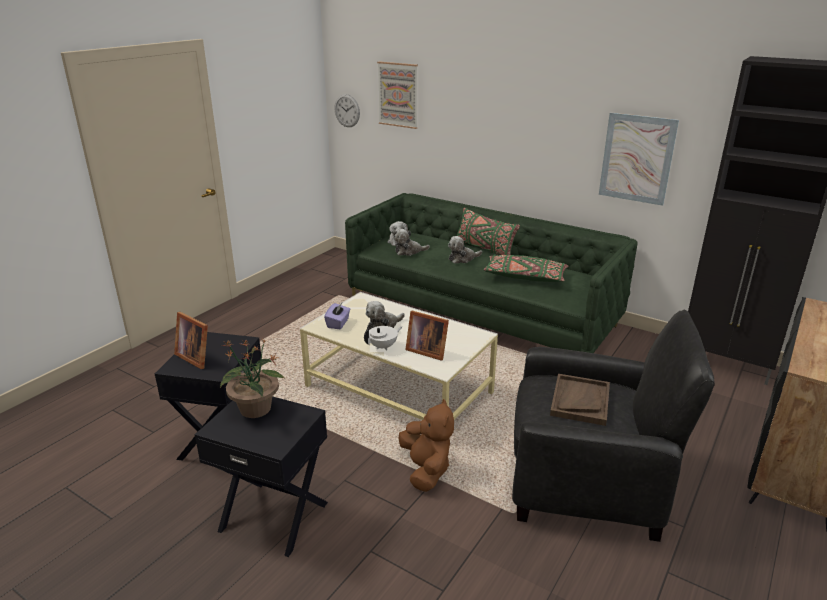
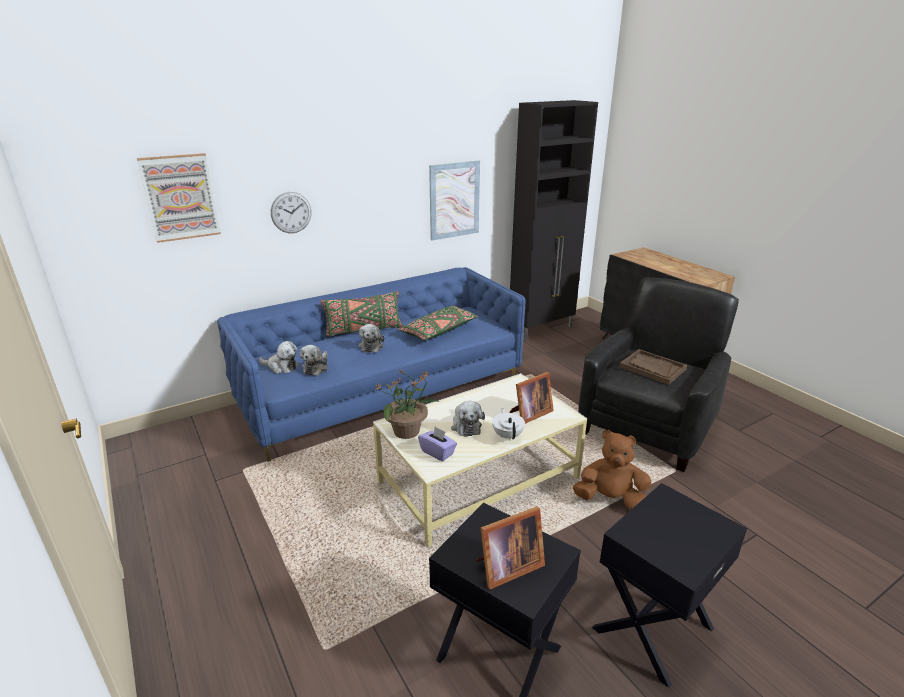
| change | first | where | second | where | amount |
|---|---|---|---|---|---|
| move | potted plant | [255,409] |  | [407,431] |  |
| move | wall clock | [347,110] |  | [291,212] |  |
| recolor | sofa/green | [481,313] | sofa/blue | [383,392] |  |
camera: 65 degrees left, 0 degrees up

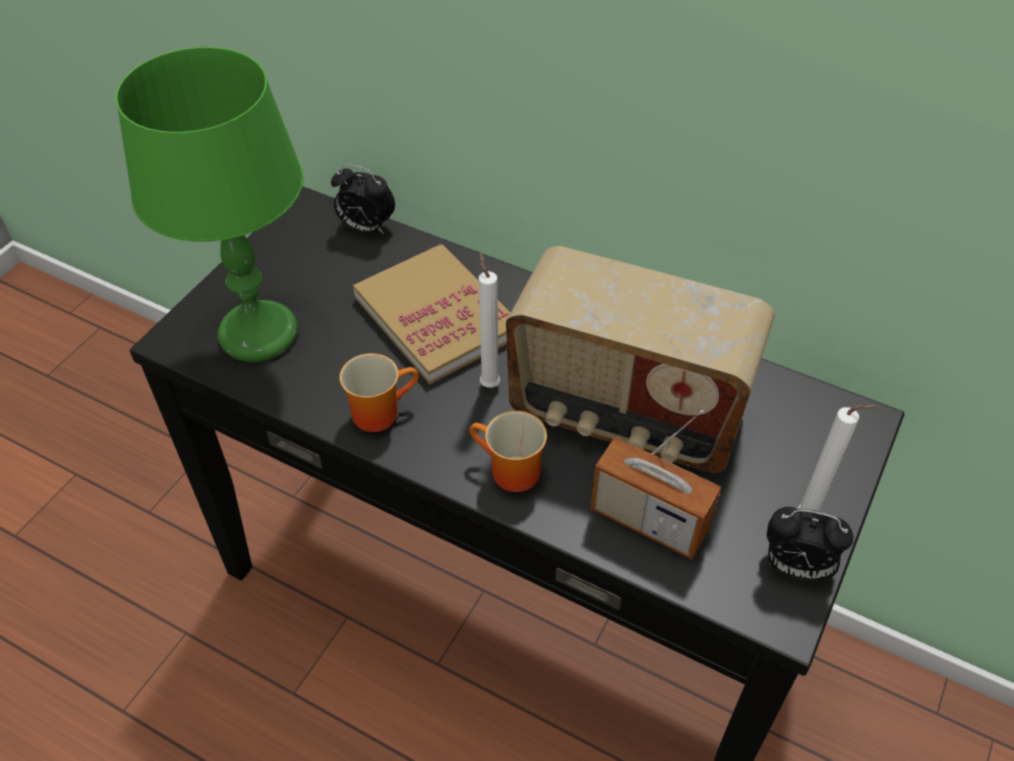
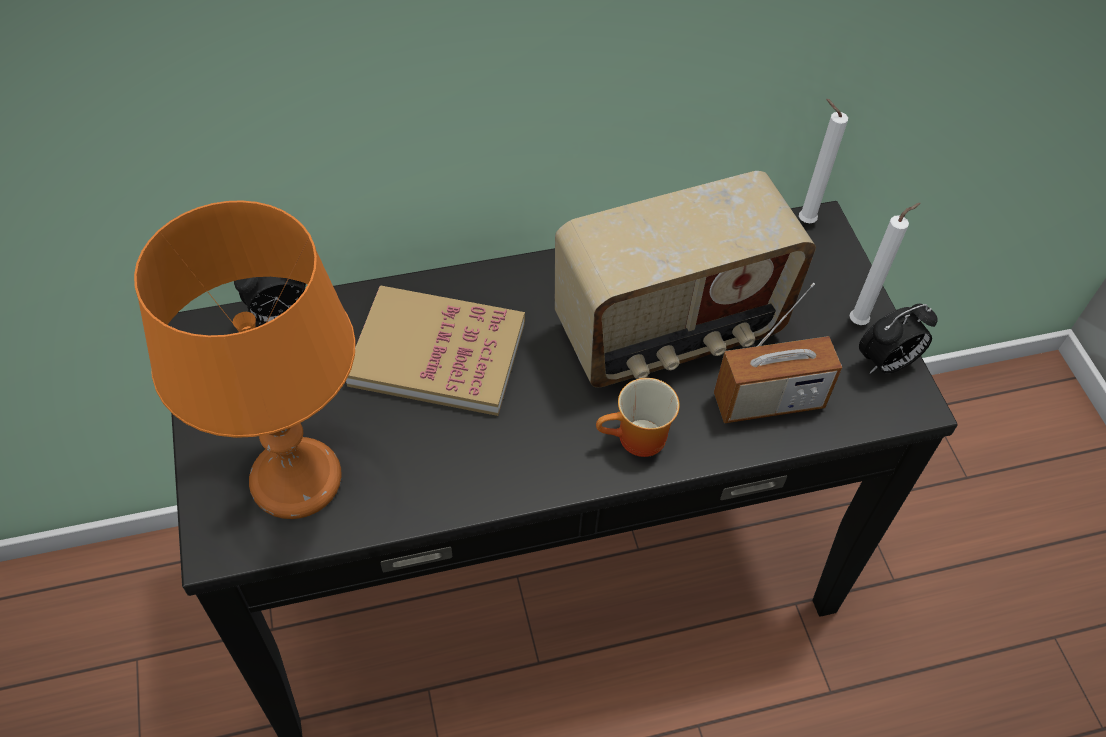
| change | first | where | second | where | amount |
|---|---|---|---|---|---|
| delete | mug | [379,410] |  |  |  |
| move | candle/white | [488,382] |  | [803,220] |  |
| recolor | table lamp/green | [257,333] | table lamp/orange | [294,480] |  |
camera: 45 degrees left, 5 degrees up

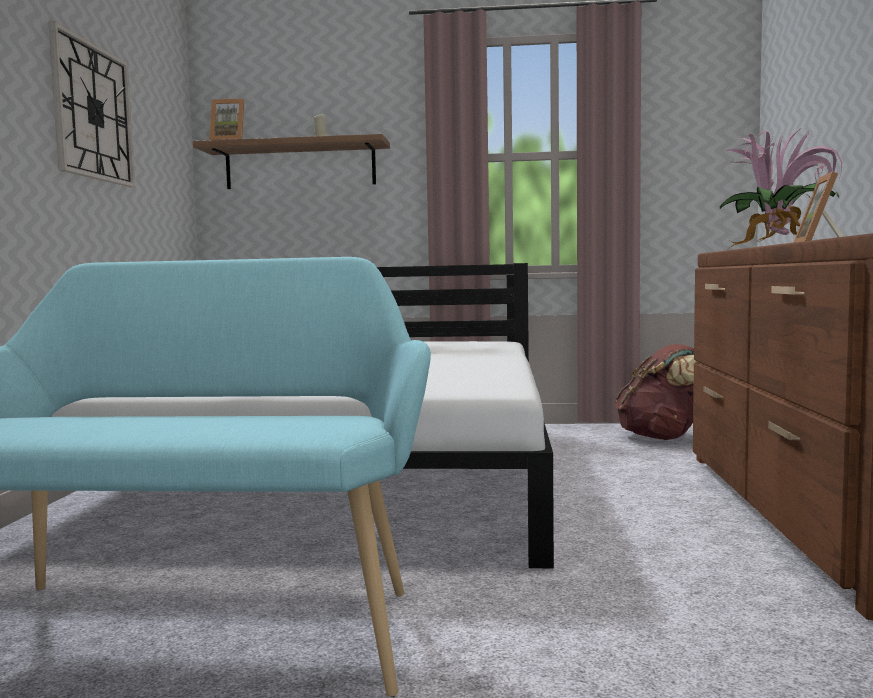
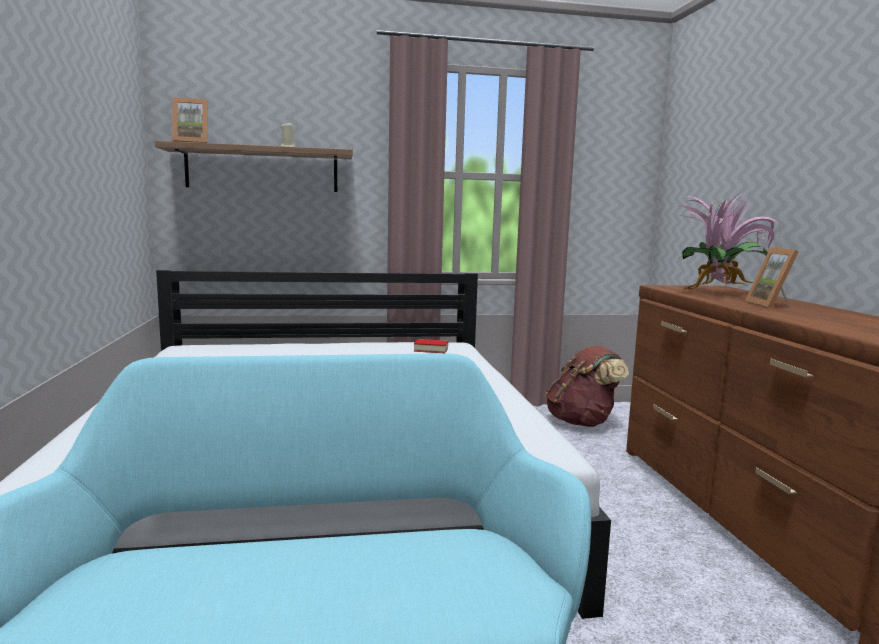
| change | first | where | second | where | amount |
|---|---|---|---|---|---|
| delete | wall clock | [93,112] |  |  |  |
| insert |  |  | book | [431,350] |  |
camera: 15 degrees left, 5 degrees up

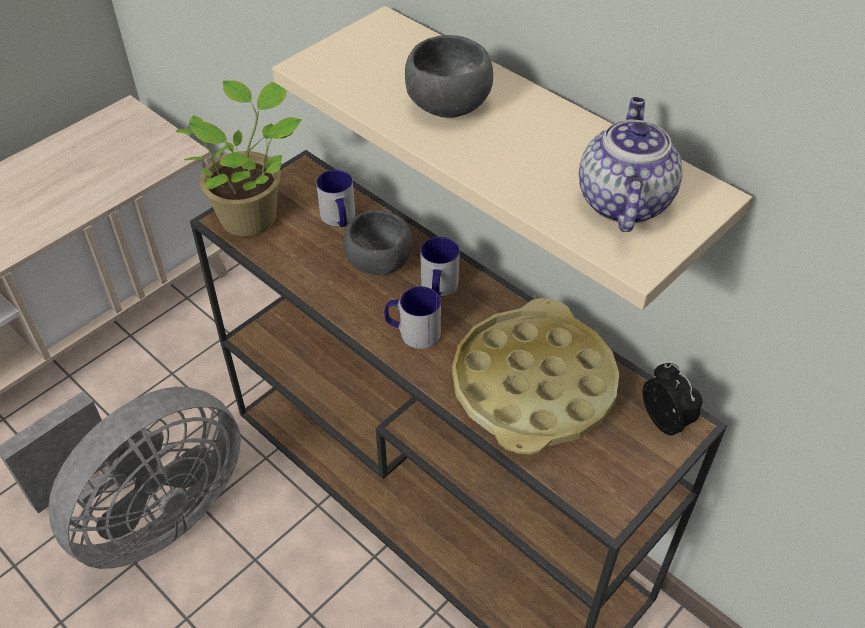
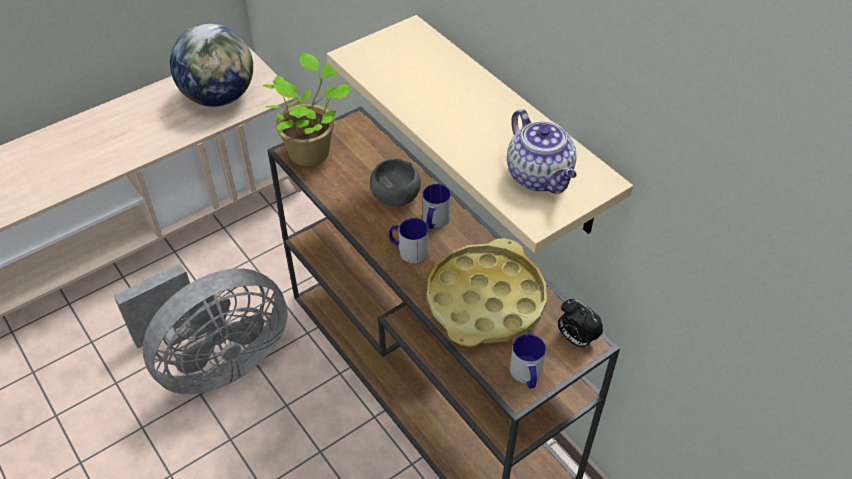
| change | first | where | second | where | amount |
|---|---|---|---|---|---|
| delete | bowl/grey | [446,104] |  |  |  |
| insert |  |  | globe | [219,97] |  |
| move | mug | [339,219] |  | [527,375] |  |
| rotate | teapot | [622,201] |  | [540,177] | 135 degrees clockwise |
| rotate | alarm clock | [666,421] |  | [575,339] | 150 degrees clockwise |
camera: 10 degrees right, 0 degrees up

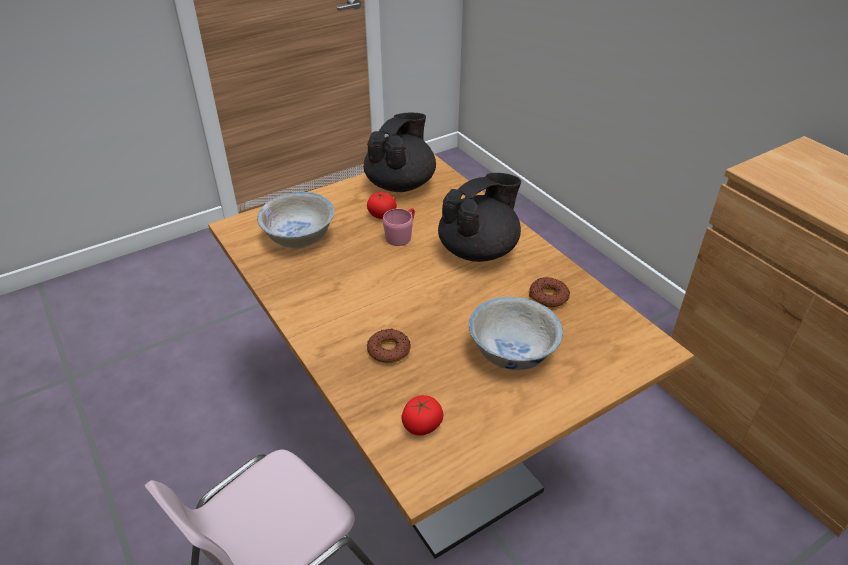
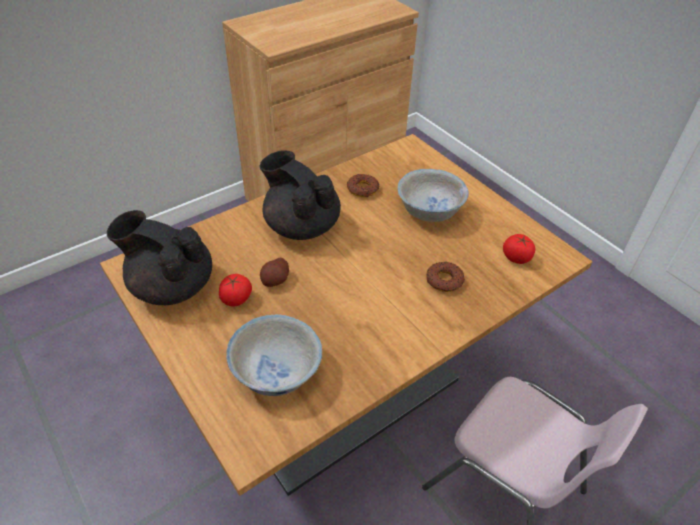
| change | first | where | second | where | amount |
|---|---|---|---|---|---|
| replace | mug/pink | [401,235] | potato | [275,280] |  |
camera: 95 degrees left, 5 degrees up

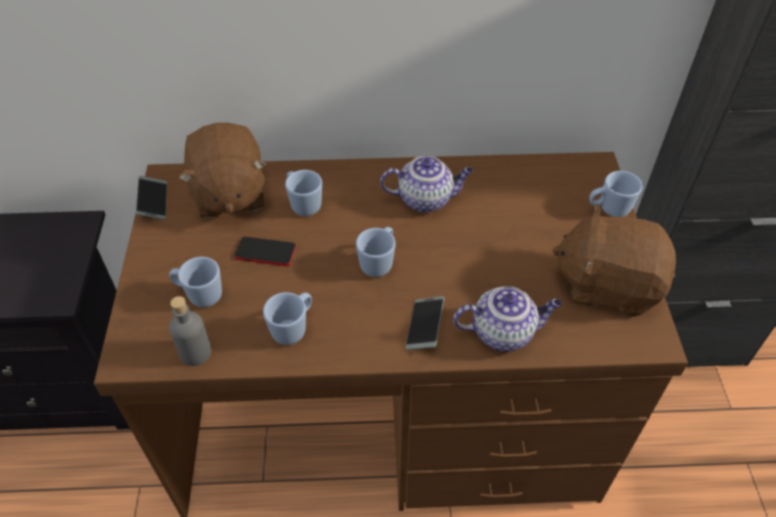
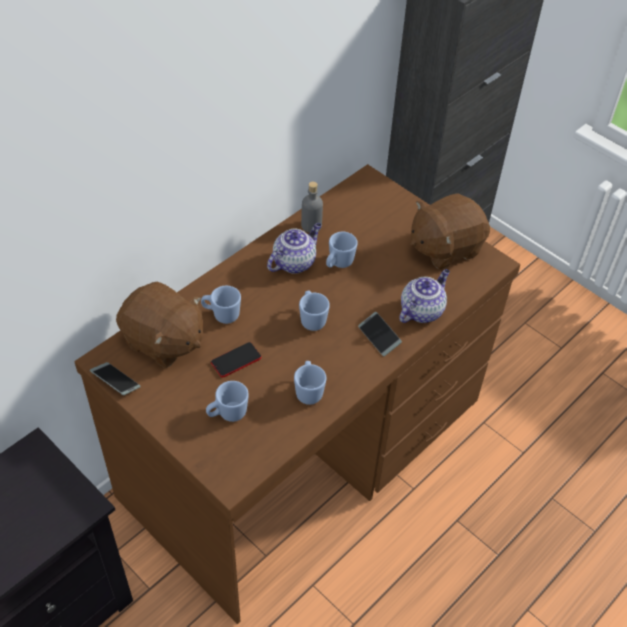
| change | first | where | second | where | amount |
|---|---|---|---|---|---|
| move | bottle/grey | [195,352] |  | [311,225] |  |
| move | mug/blue | [609,209] |  | [338,263] |  |
camera: 45 degrees left, 0 degrees up

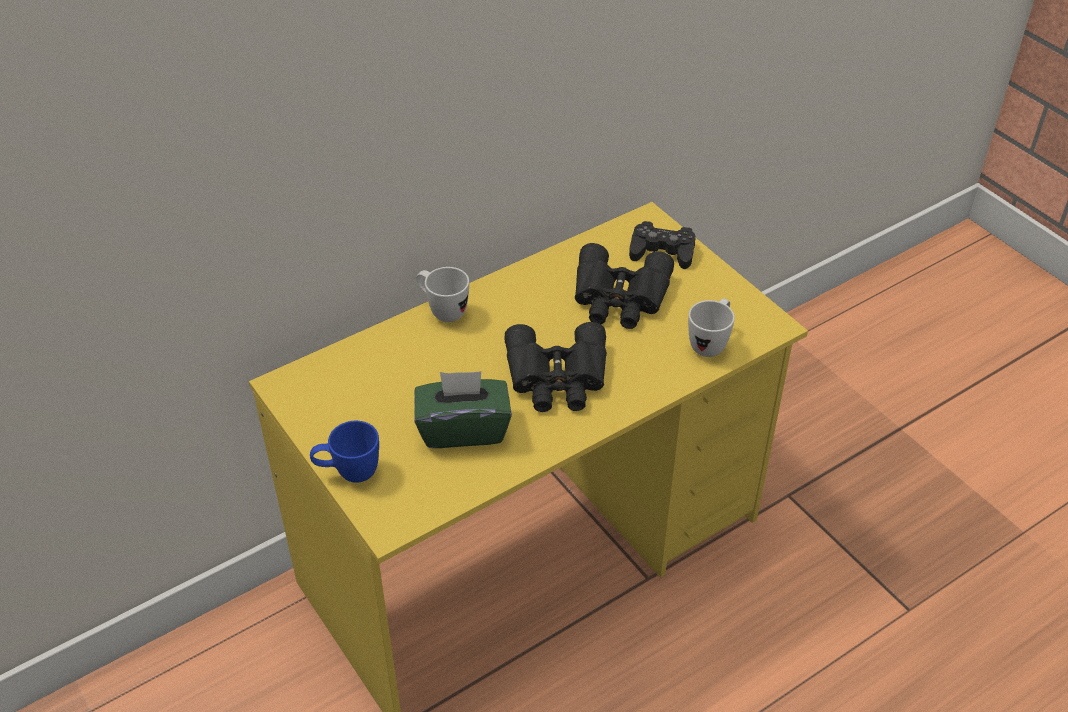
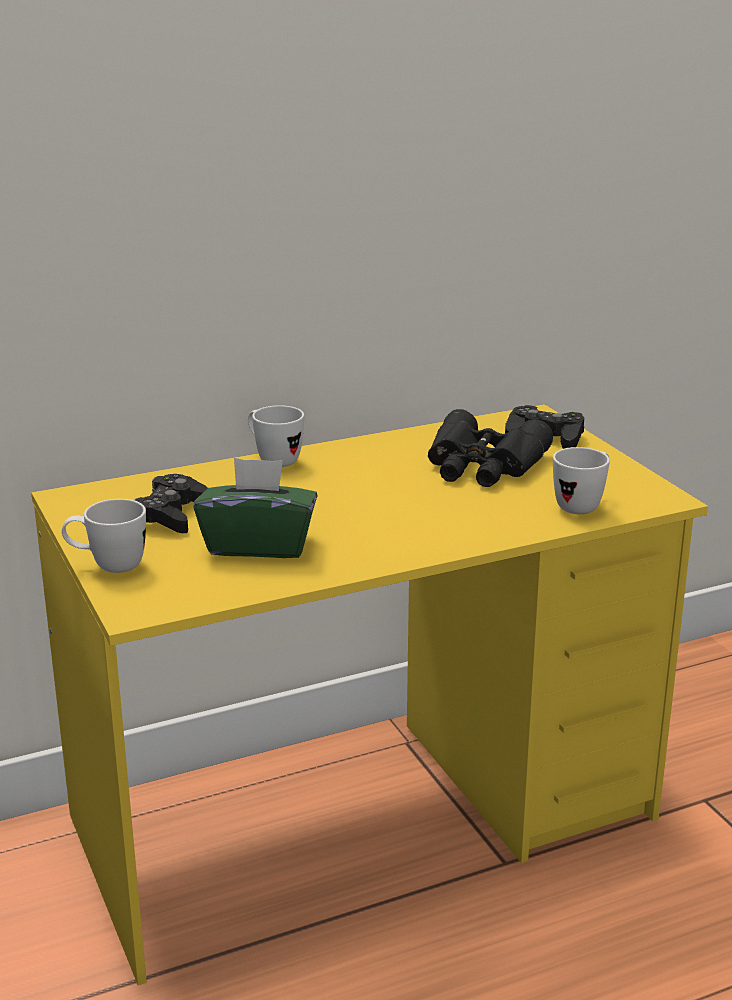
| change | first | where | second | where | amount |
|---|---|---|---|---|---|
| delete | binoculars/black | [557,378] |  |  |  |
| insert |  |  | game controller/black | [172,514] |  |
| recolor | mug/blue | [348,473] | mug/white | [107,566] |  |
camera: 10 degrees right, 20 degrees down

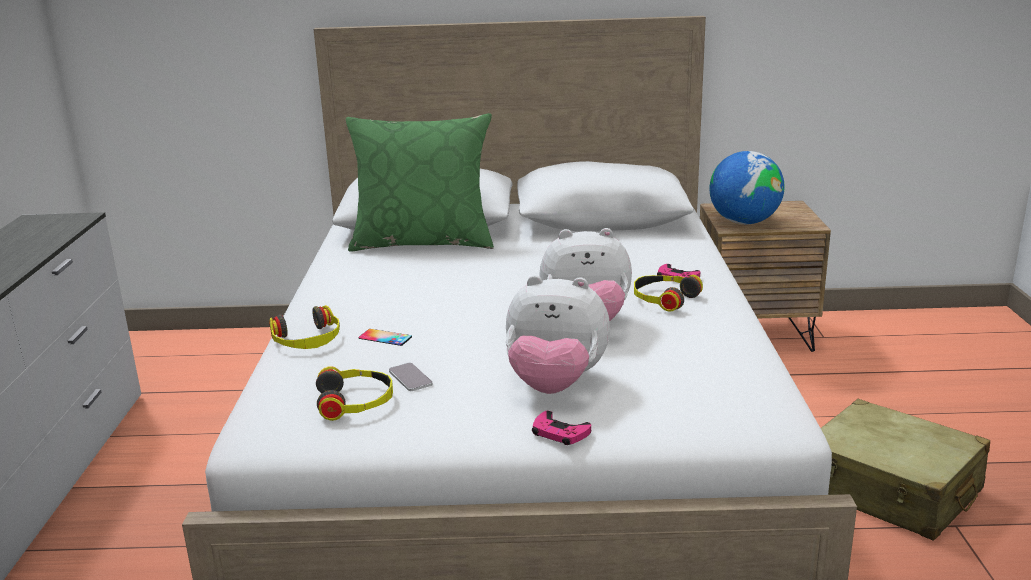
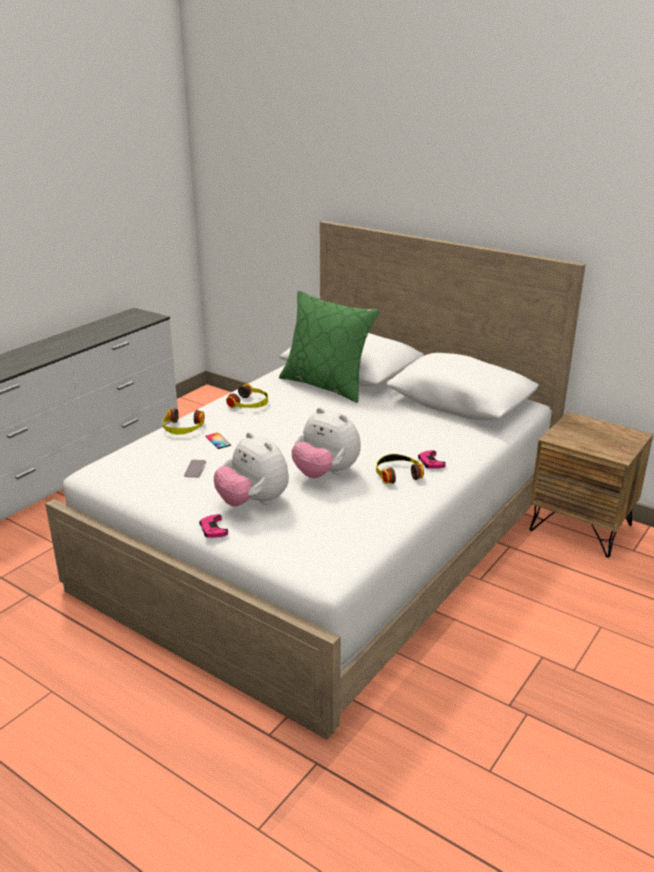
| change | first | where | second | where | amount |
|---|---|---|---|---|---|
| delete | globe | [744,222] |  |  |  |
| delete | suitcase/beige | [890,490] |  |  |  |
| move | headphones | [356,402] |  | [249,404] |  |
camera: 35 degrees right, 5 degrees up

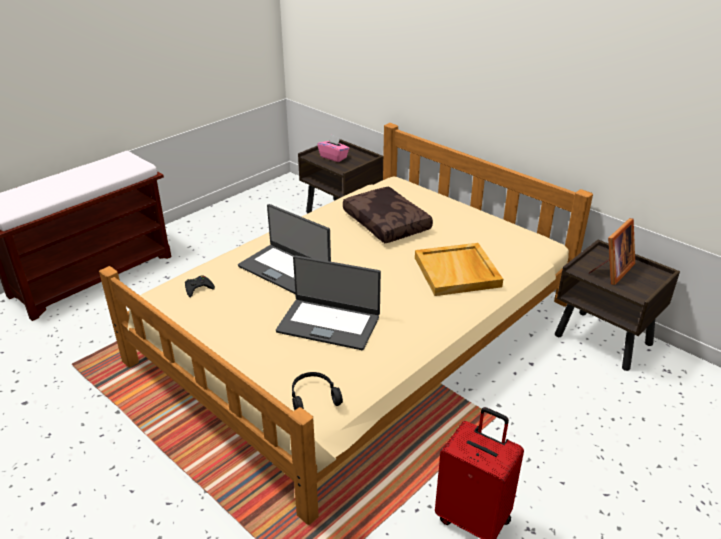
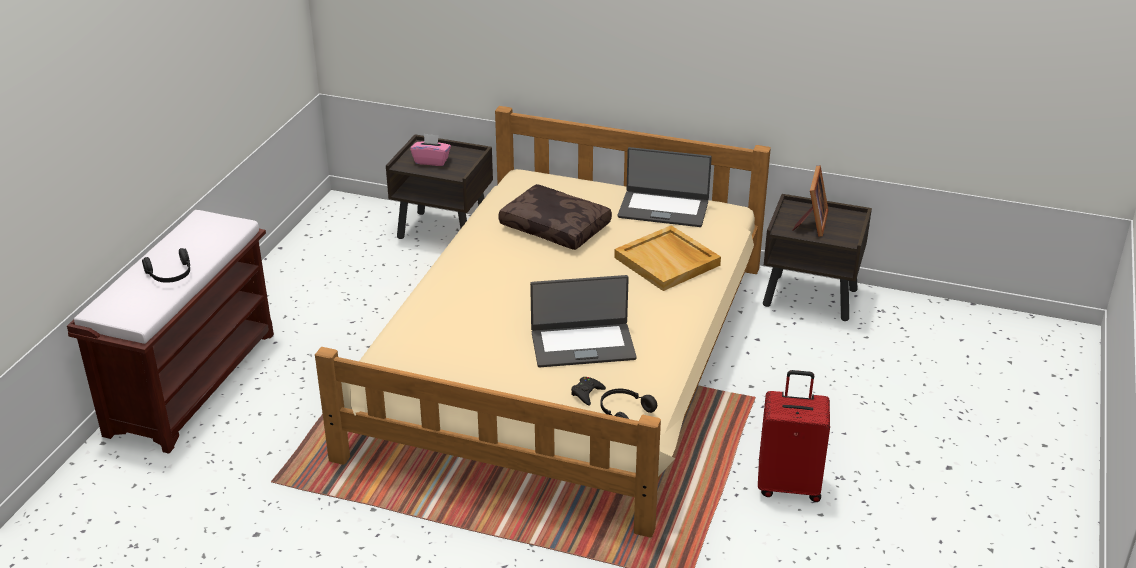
| change | first | where | second | where | amount |
|---|---|---|---|---|---|
| insert |  |  | headphones/black | [171,275] |  |
| move | game controller/black | [198,288] |  | [587,393] |  |
| move | laptop | [285,269] |  | [663,209] |  |
camera: 25 degrees left, 0 degrees up

